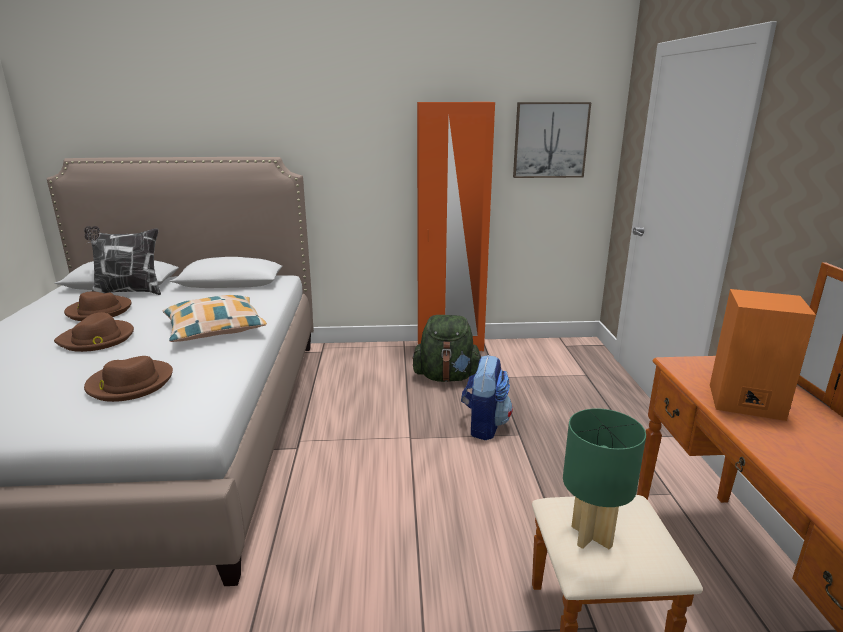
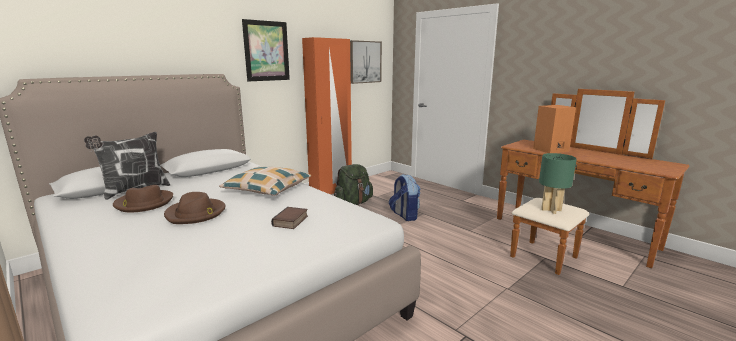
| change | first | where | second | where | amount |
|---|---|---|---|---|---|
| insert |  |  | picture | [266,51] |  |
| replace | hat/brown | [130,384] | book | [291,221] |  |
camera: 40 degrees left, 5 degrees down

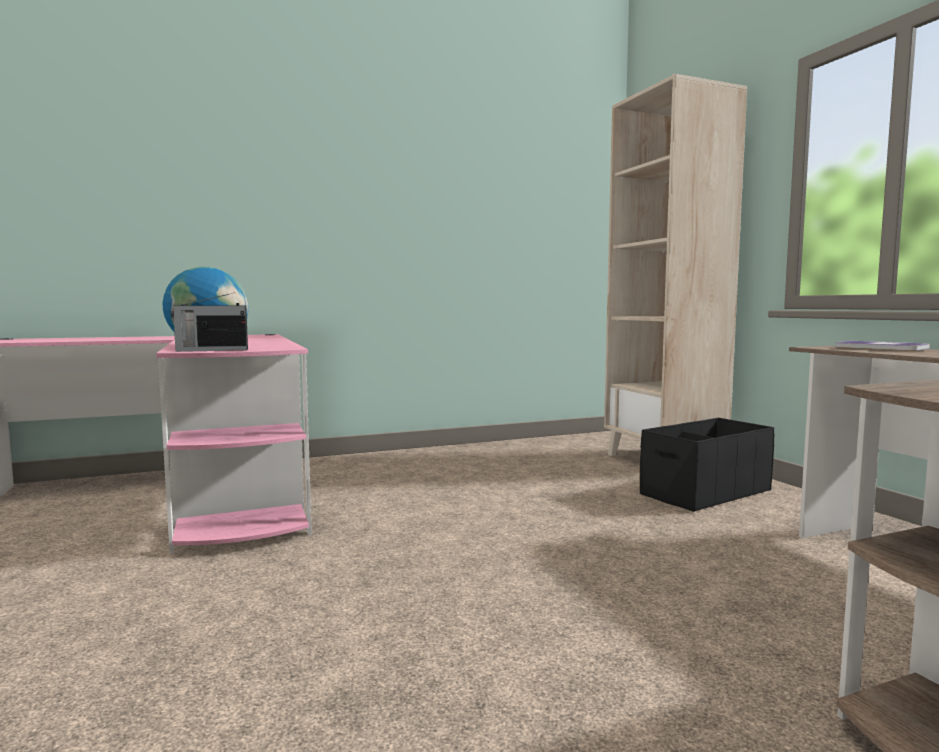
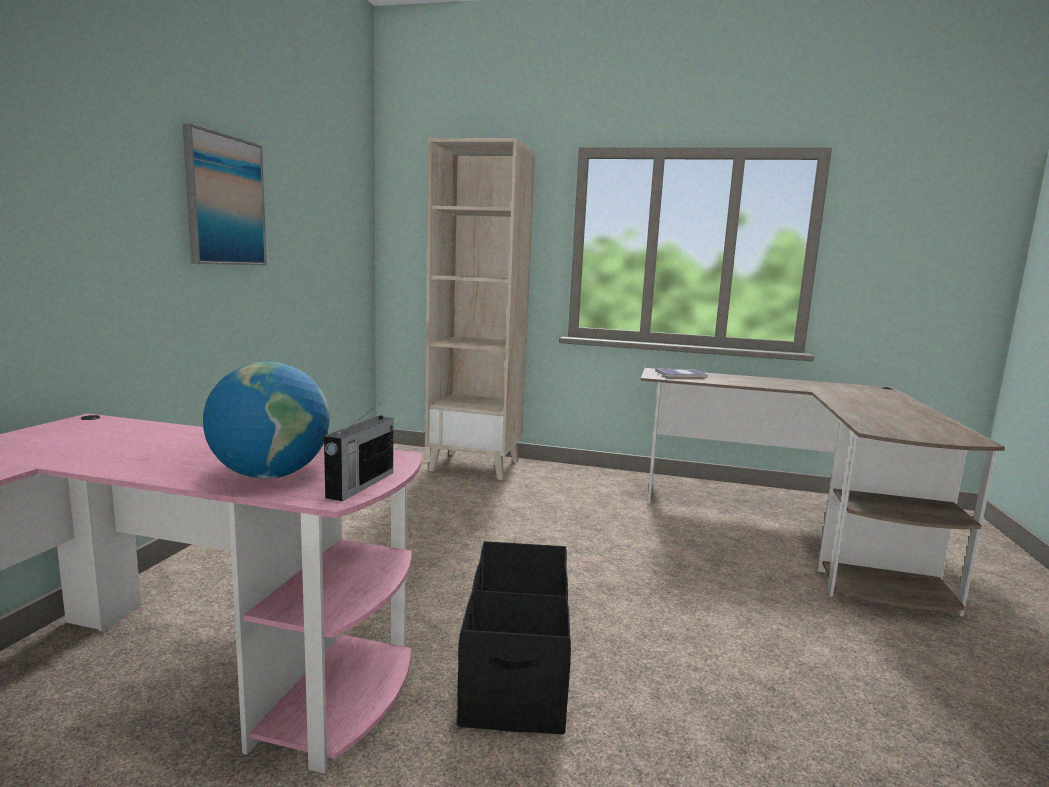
| change | first | where | second | where | amount |
|---|---|---|---|---|---|
| insert |  |  | picture | [225,201] |  |
| move | storage box/black | [705,492] |  | [515,668] |  |
camera: 55 degrees left, 5 degrees up

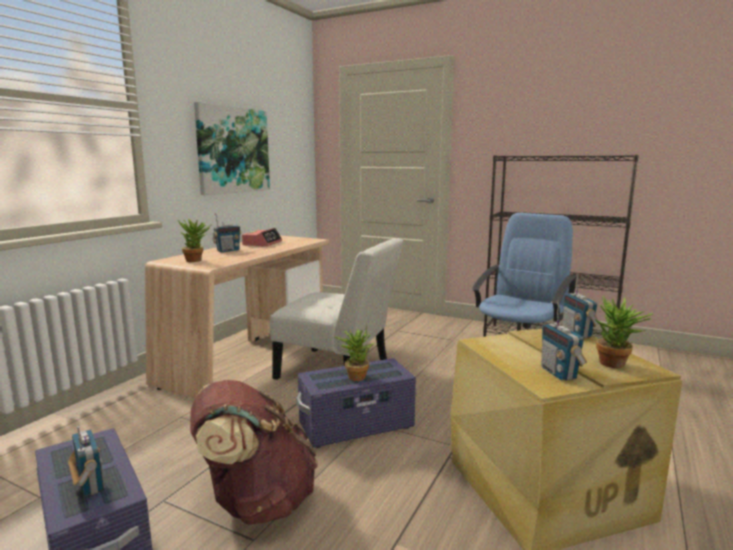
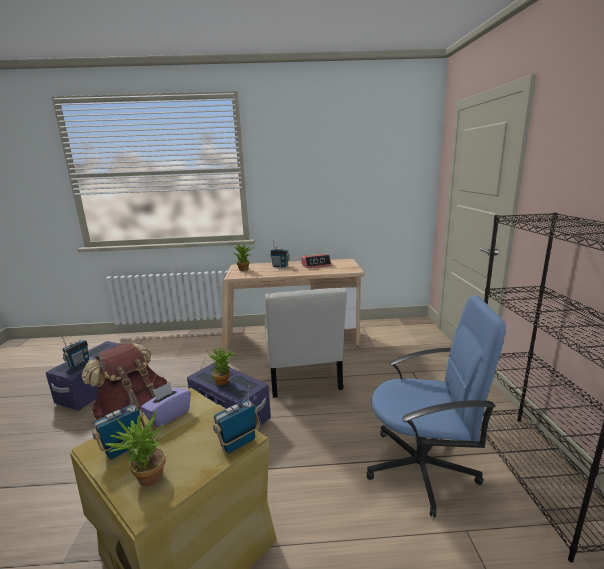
| change | first | where | second | where | amount |
|---|---|---|---|---|---|
| delete | picture | [233,150] |  |  |  |
| insert |  |  | tissue box/purple | [168,415] |  |
camera: 60 degrees right, 5 degrees up

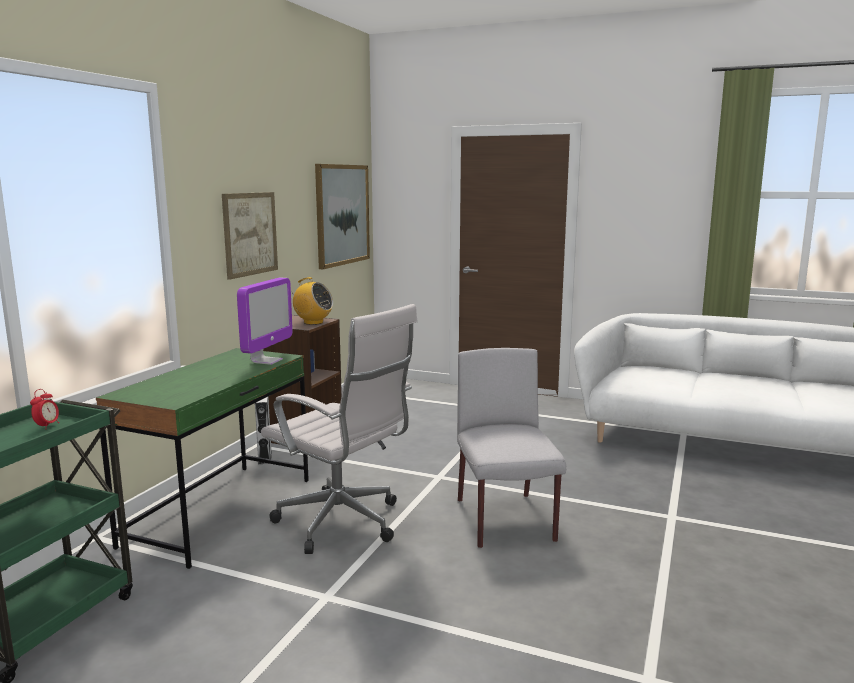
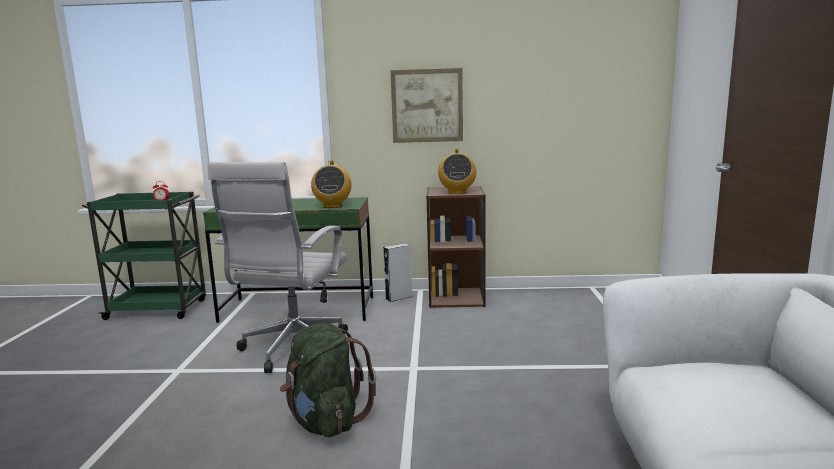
| change | first | where | second | where | amount |
|---|---|---|---|---|---|
| delete | picture | [342,214] |  |  |  |
| replace | monitor | [266,361] | radio | [332,206] |  |
| replace | chair/grey | [505,521] | backpack/green | [326,421] |  |
camera: 70 degrees right, 0 degrees up

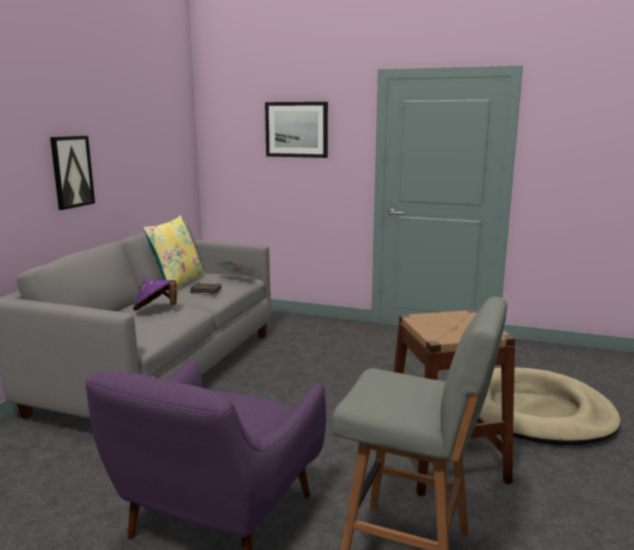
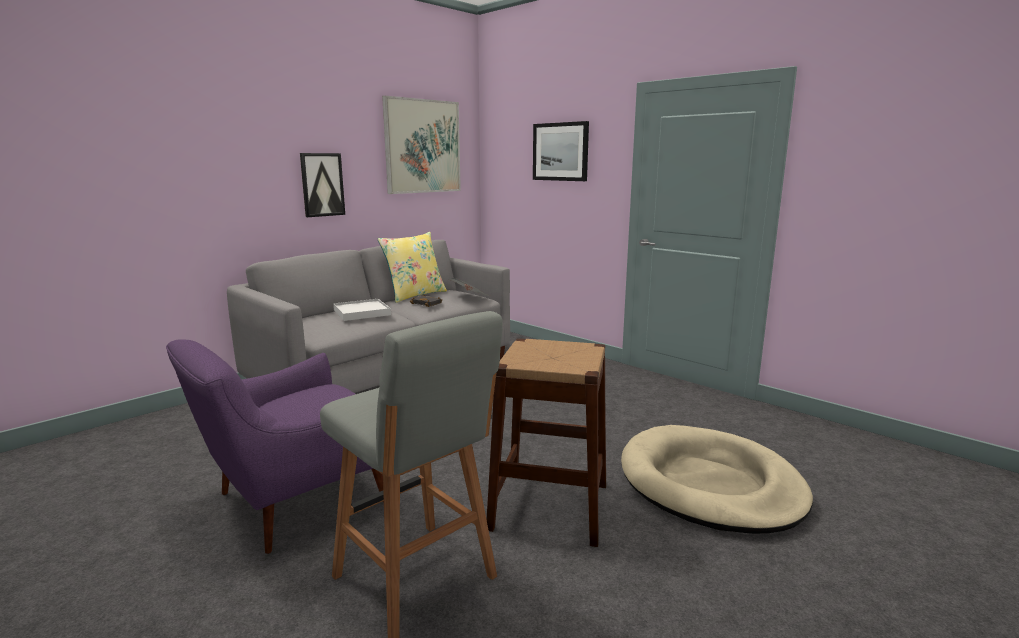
| change | first | where | second | where | amount |
|---|---|---|---|---|---|
| insert |  |  | picture | [422,146] |  |
| replace | hat/purple | [156,310] | tray/white | [361,312] |  |
camera: 25 degrees right, 0 degrees up

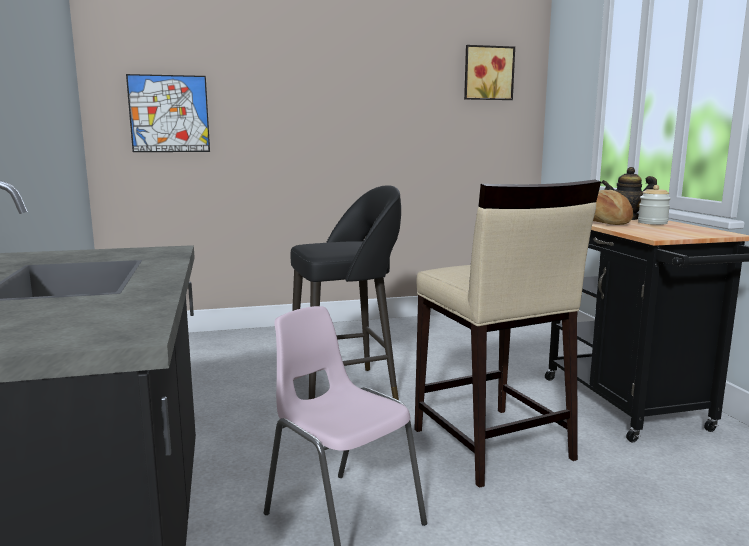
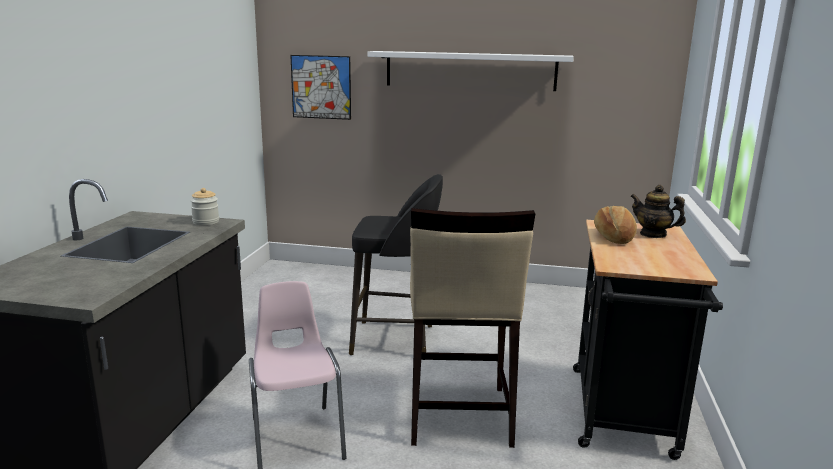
| change | first | where | second | where | amount |
|---|---|---|---|---|---|
| delete | picture | [488,73] |  |  |  |
| insert |  |  | shelf/white | [470,70] |  |
| move | jar | [652,223] |  | [206,222] |  |
camera: 25 degrees right, 5 degrees up

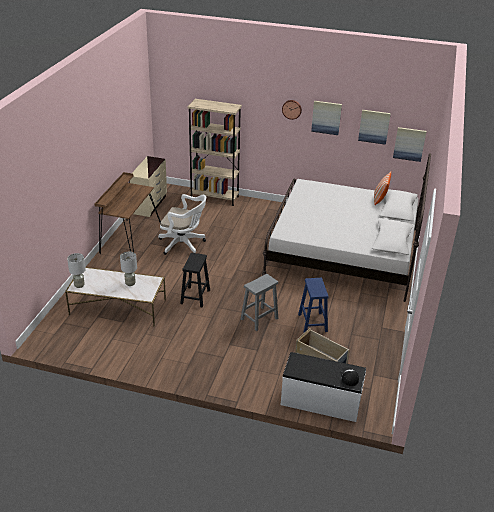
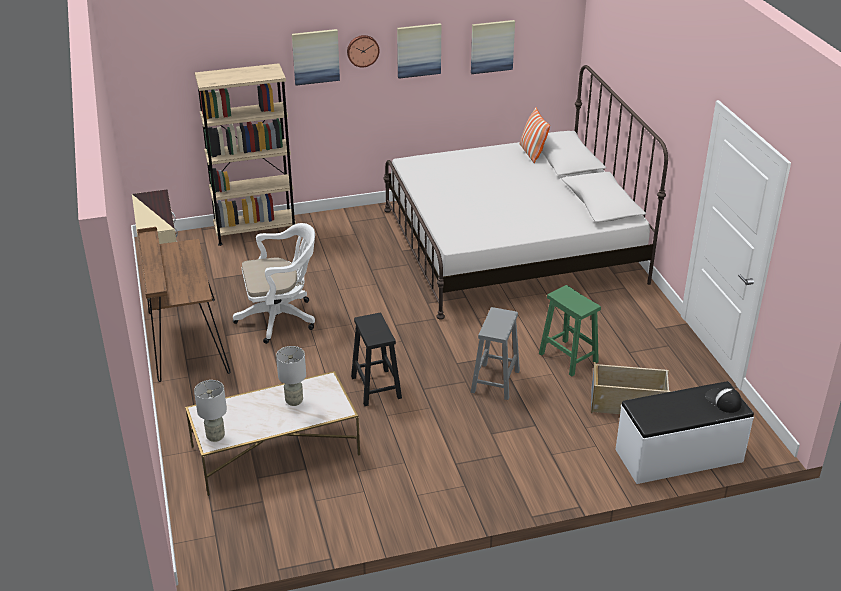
| change | first | where | second | where | amount |
|---|---|---|---|---|---|
| move | picture | [409,144] |  | [315,56] |  |
| recolor | stool/blue | [312,322] | stool/green | [567,357] |  |
camera: 30 degrees left, 0 degrees up

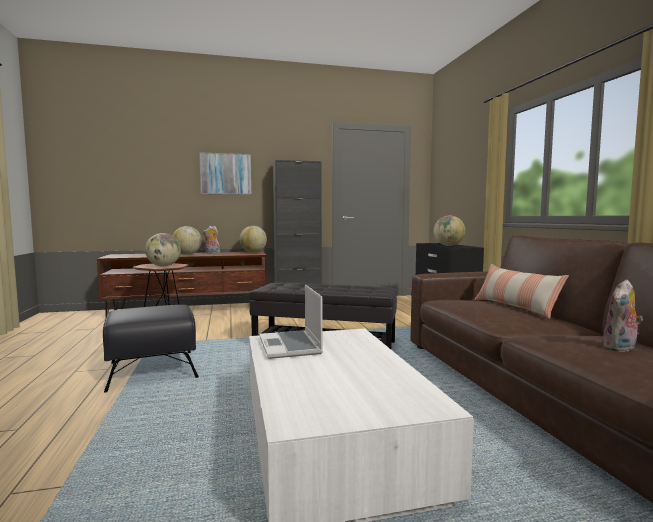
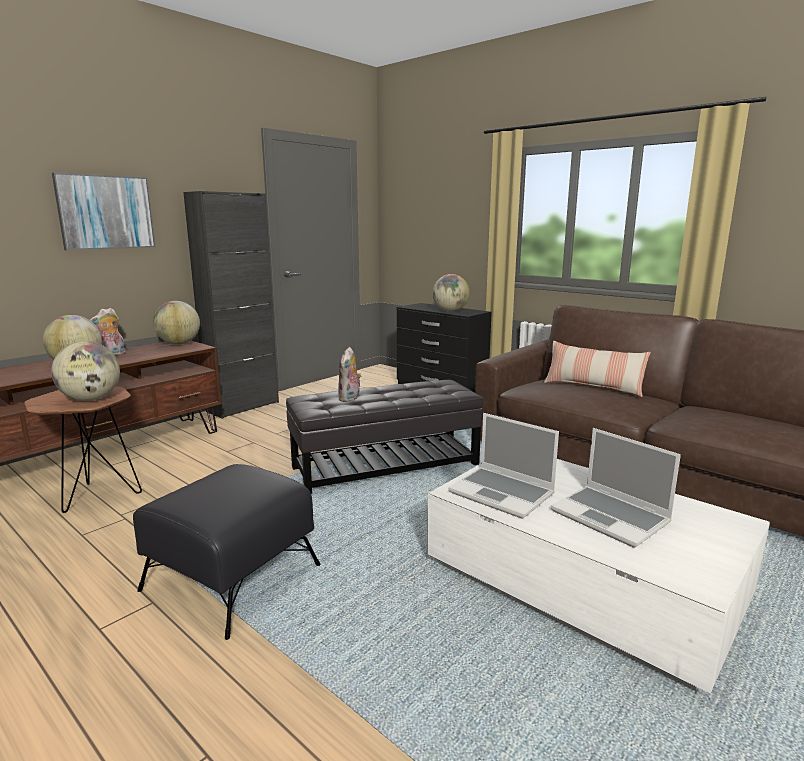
| change | first | where | second | where | amount |
|---|---|---|---|---|---|
| insert |  |  | laptop | [611,517] |  |
| move | plush toy | [621,348] |  | [350,399] |  |
camera: 35 degrees left, 10 degrees up

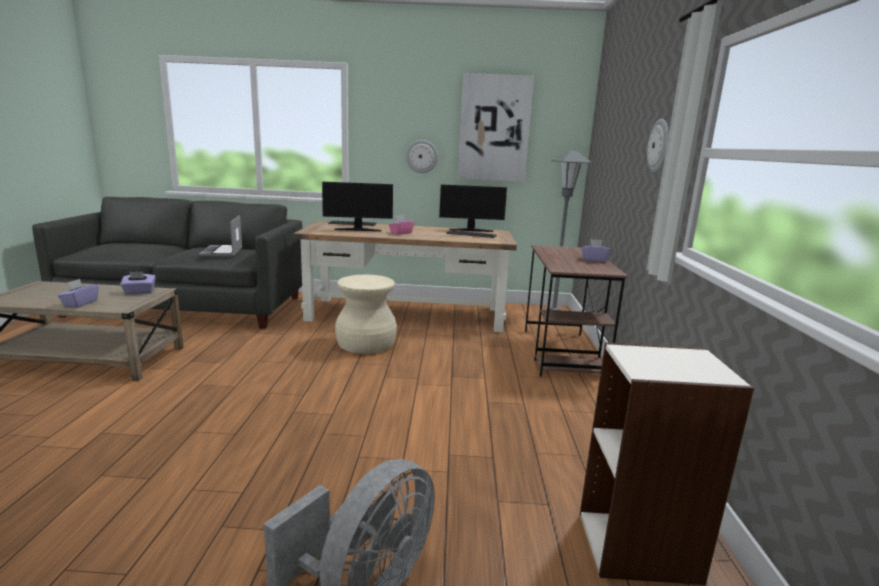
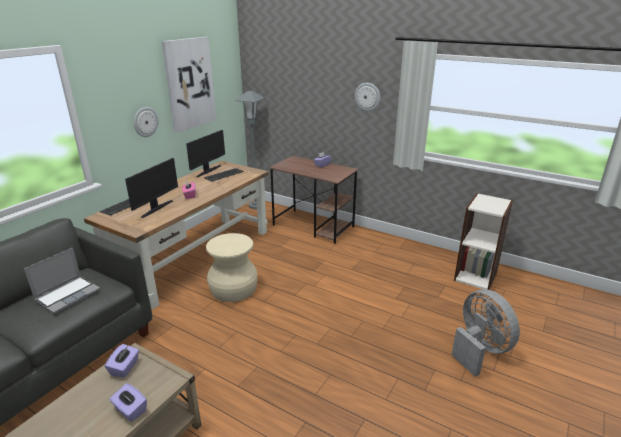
| change | first | where | second | where | amount |
|---|---|---|---|---|---|
| rotate | laptop | [222,252] |  | [68,295] | 75 degrees counterclockwise |
camera: 60 degrees left, 10 degrees up

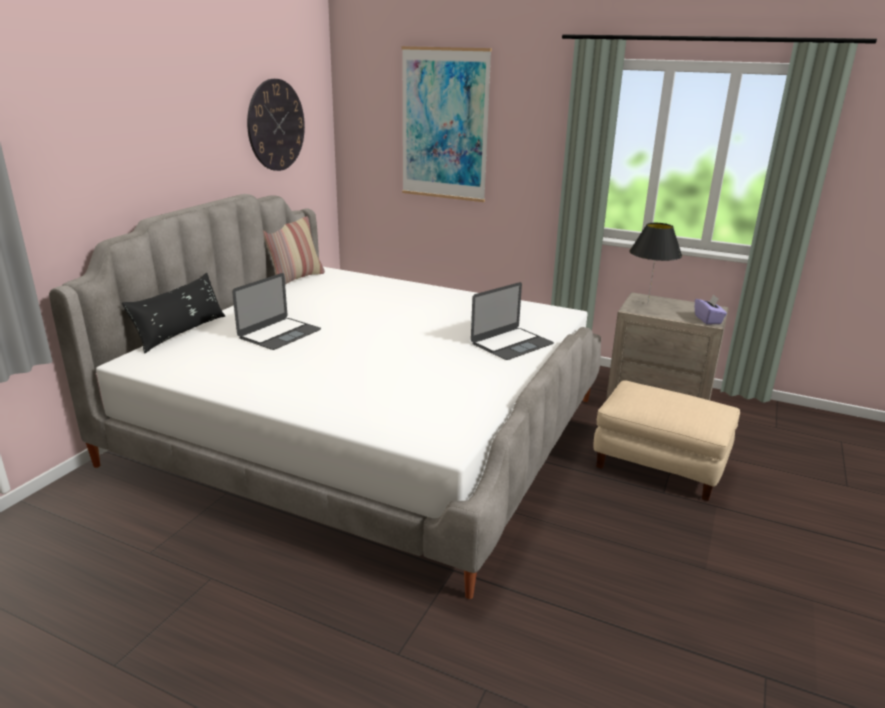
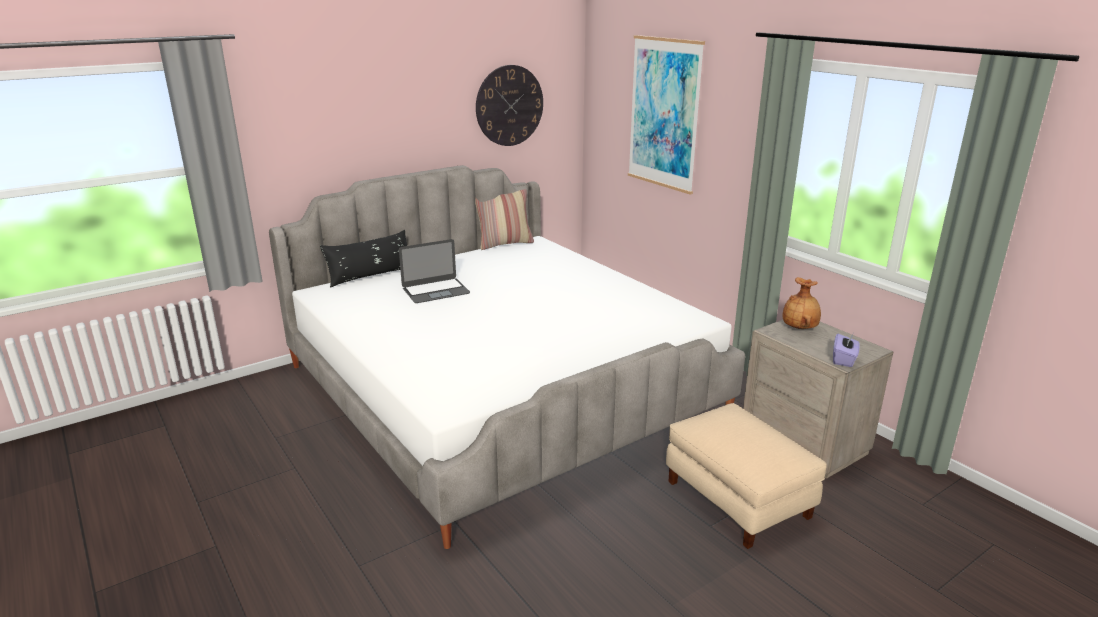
| change | first | where | second | where | amount |
|---|---|---|---|---|---|
| delete | laptop | [511,343] |  |  |  |
| replace | table lamp/black | [648,303] | vase/brown | [800,328] |  |
camera: 30 degrees right, 0 degrees up

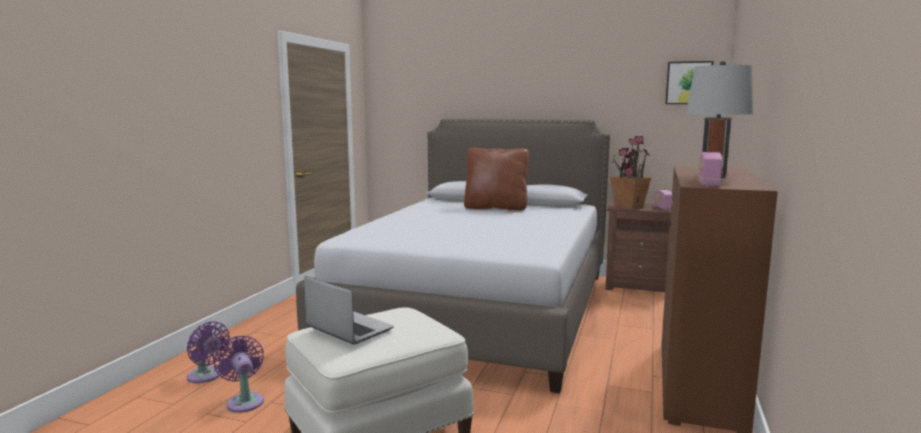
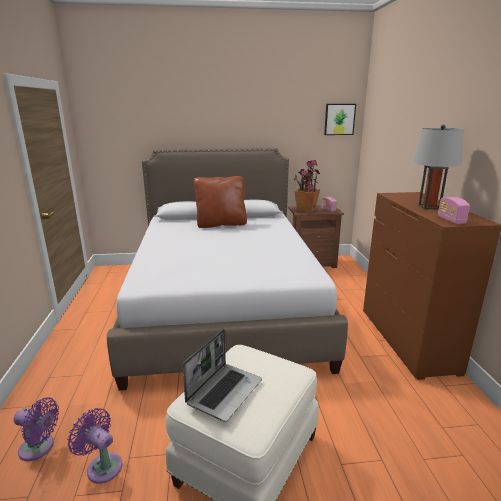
| change | first | where | second | where | amount |
|---|---|---|---|---|---|
| rotate | laptop | [348,328] |  | [224,391] | 105 degrees clockwise |
camera: 25 degrees left, 10 degrees up

